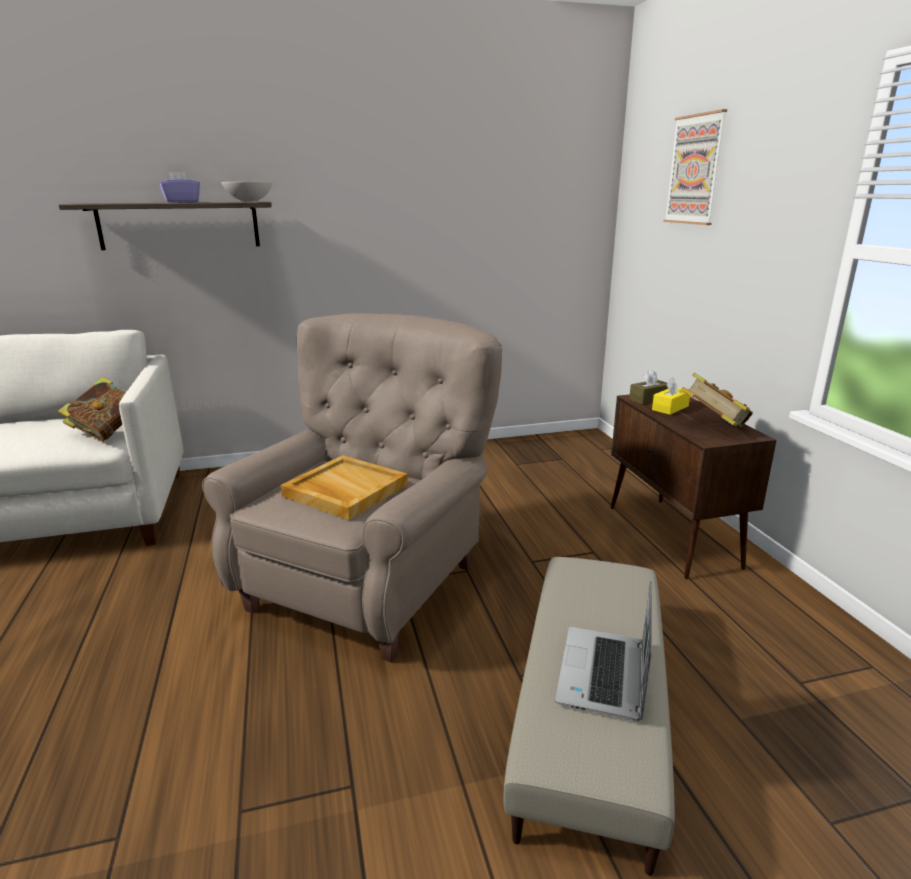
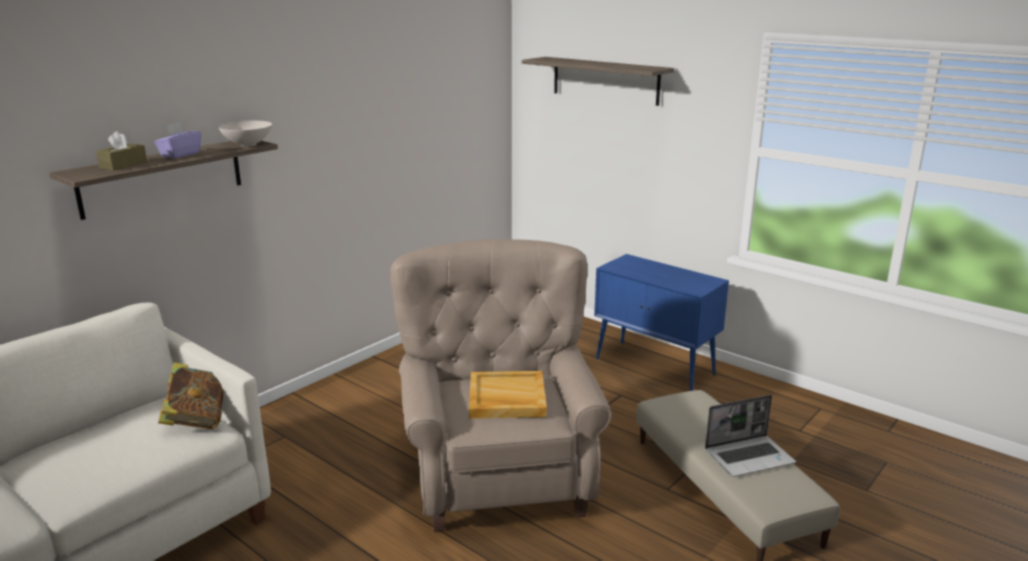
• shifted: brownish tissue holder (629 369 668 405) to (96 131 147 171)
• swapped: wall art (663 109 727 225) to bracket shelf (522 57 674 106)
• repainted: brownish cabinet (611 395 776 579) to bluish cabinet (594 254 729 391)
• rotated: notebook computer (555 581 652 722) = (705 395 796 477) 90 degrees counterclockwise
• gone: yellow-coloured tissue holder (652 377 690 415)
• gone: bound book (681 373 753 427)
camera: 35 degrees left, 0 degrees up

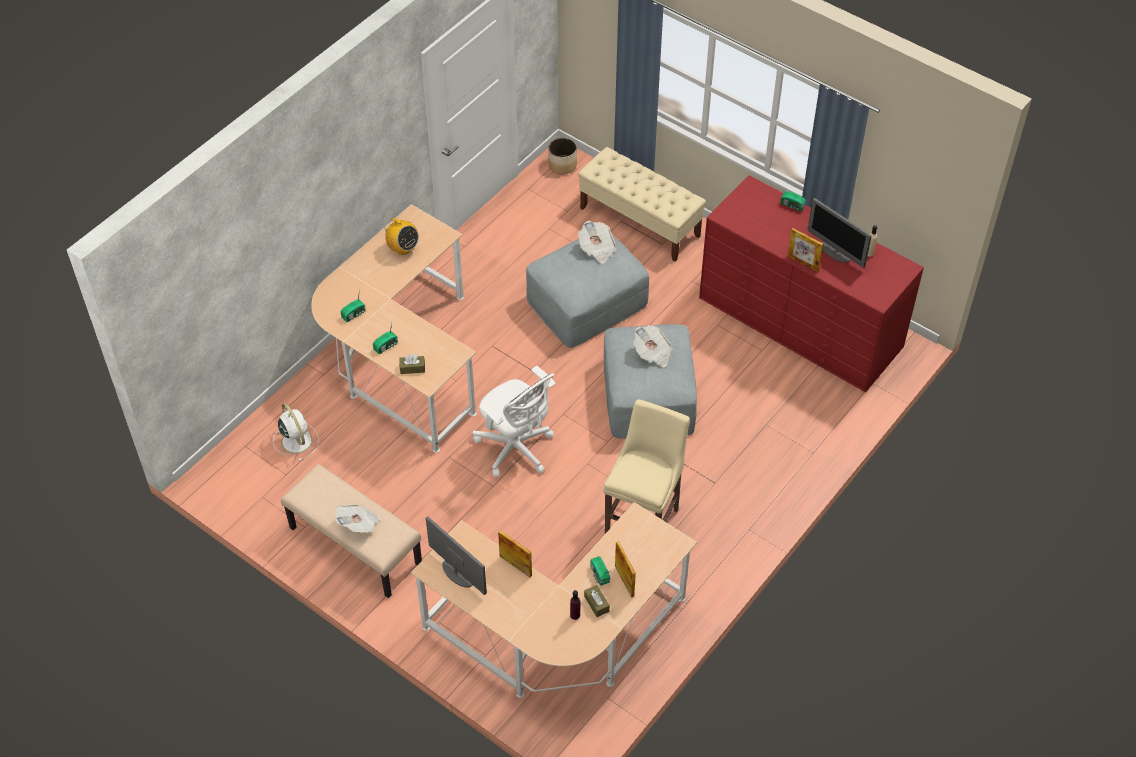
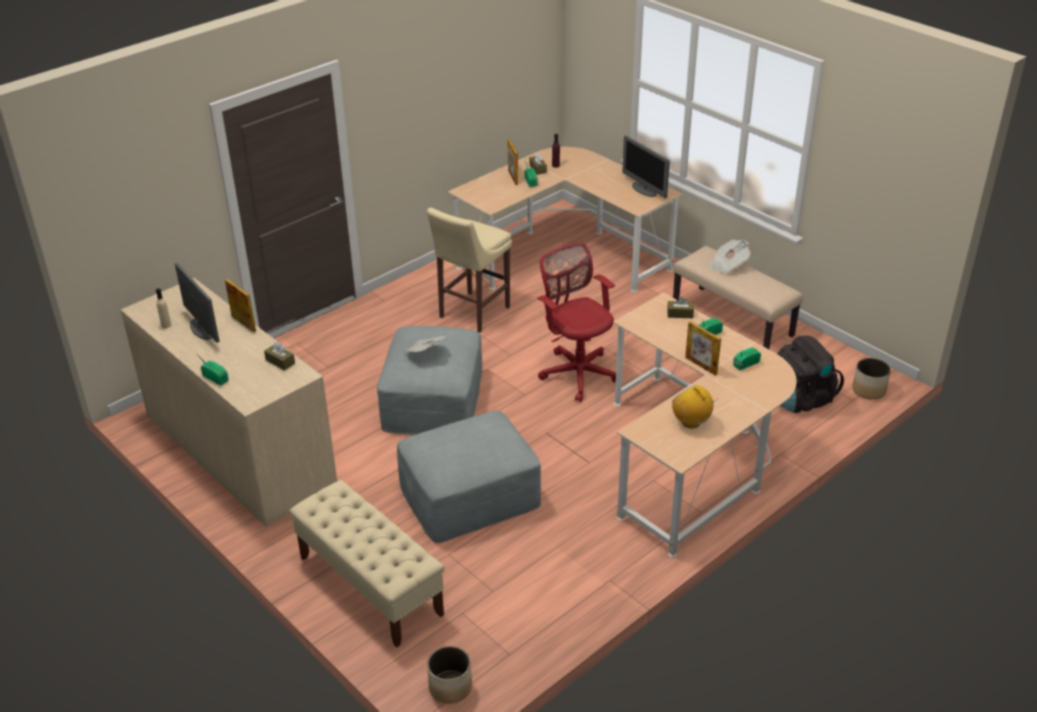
• repainted: reddish drawer chest (699 175 924 392) to sand-coloured drawer chest (121 278 337 527)
• new: brownish tissue holder (264 342 295 370)
• repainted: whitish computer chair (473 366 555 477) to reddish computer chair (537 243 616 402)
• shifted: standing frame (498 531 532 577) to (685 321 721 375)
• swapped: whitish cooling fan (273 403 319 461) to black knapsack (777 335 844 413)
• new: flower pot (852 358 891 400)
• gone: newspaper (578 221 617 264)
camera: 170 degrees left, 15 degrees down

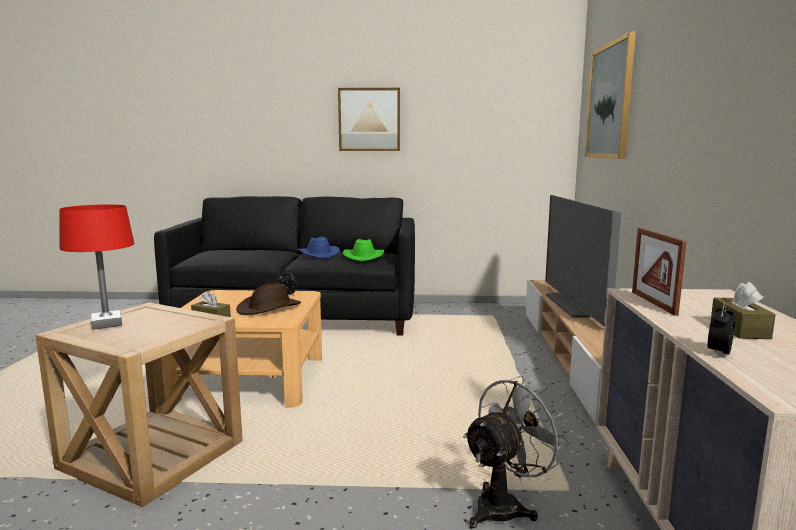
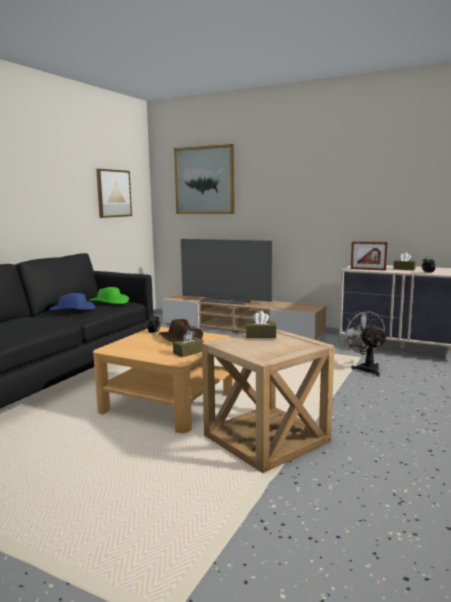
• shifted: wall art (338 88 400 151) to (96 169 132 218)
• new: brownish tissue holder (246 311 277 338)
• gone: reddish table lamp (60 204 134 330)
camera: 65 degrees left, 0 degrees up

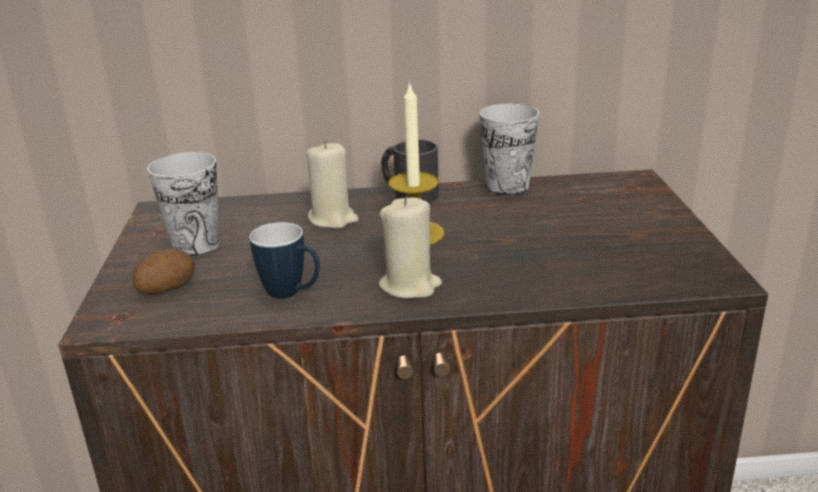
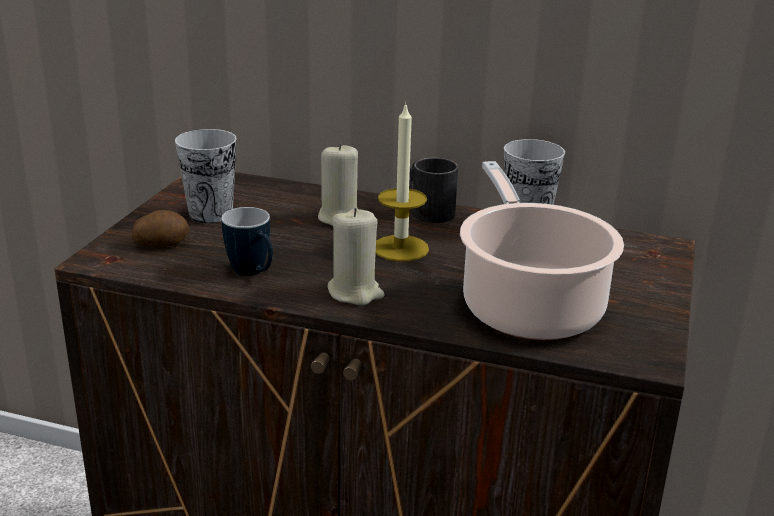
• new: stockpot (460 161 624 340)
camera: 20 degrees right, 0 degrees up

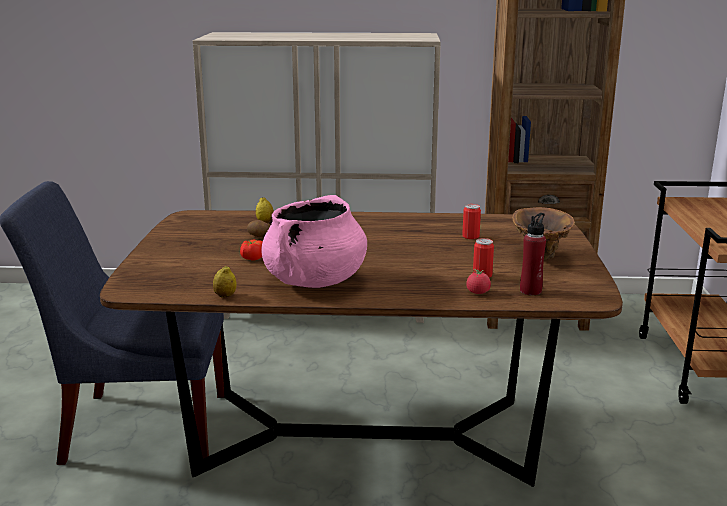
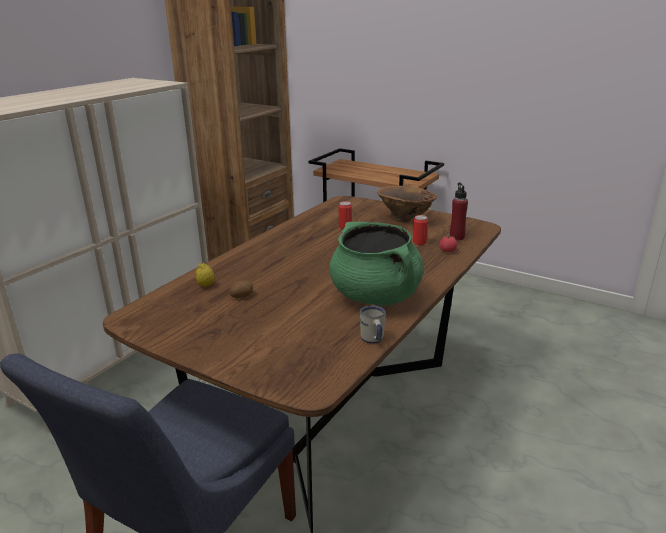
• repainted: pink-coloured stockpot (261 195 367 288) to green stockpot (329 222 424 306)
• swapped: whole lemon (213 266 237 297) to whitish mug (360 305 385 344)
• gone: tomato (240 239 263 261)
camera: 60 degrees left, 5 degrees up

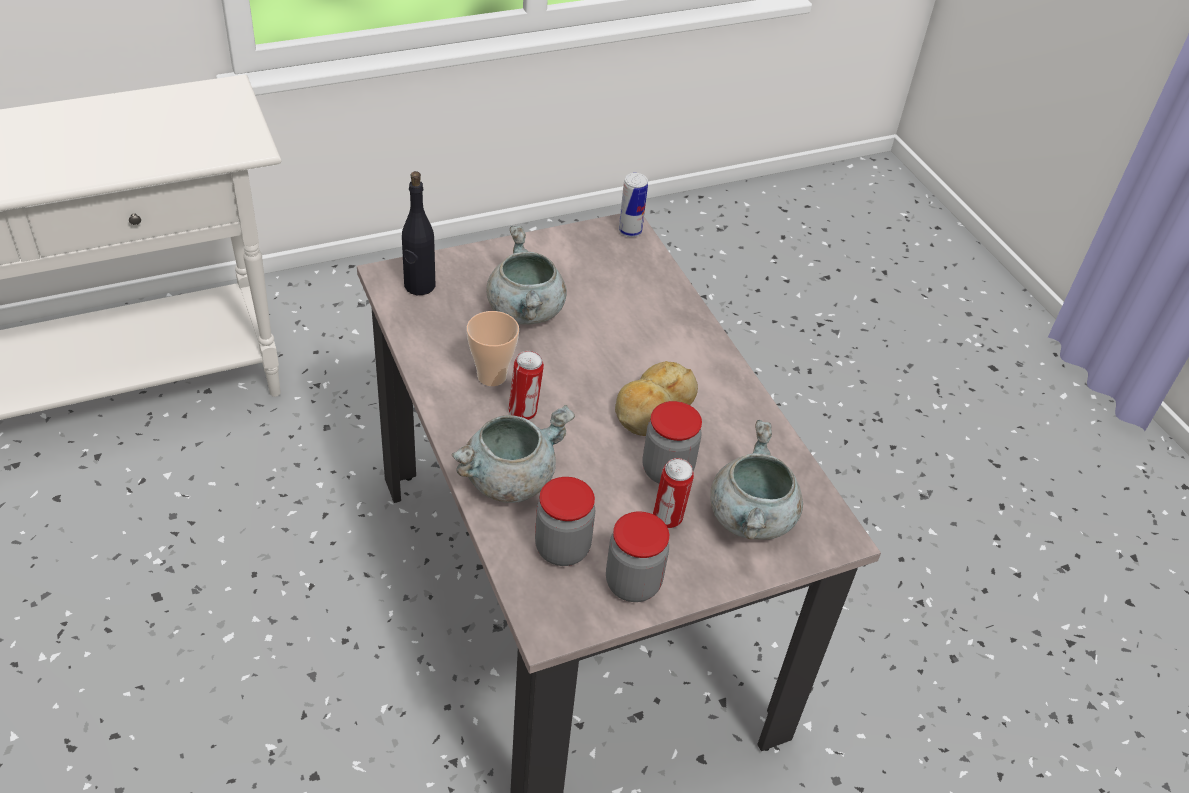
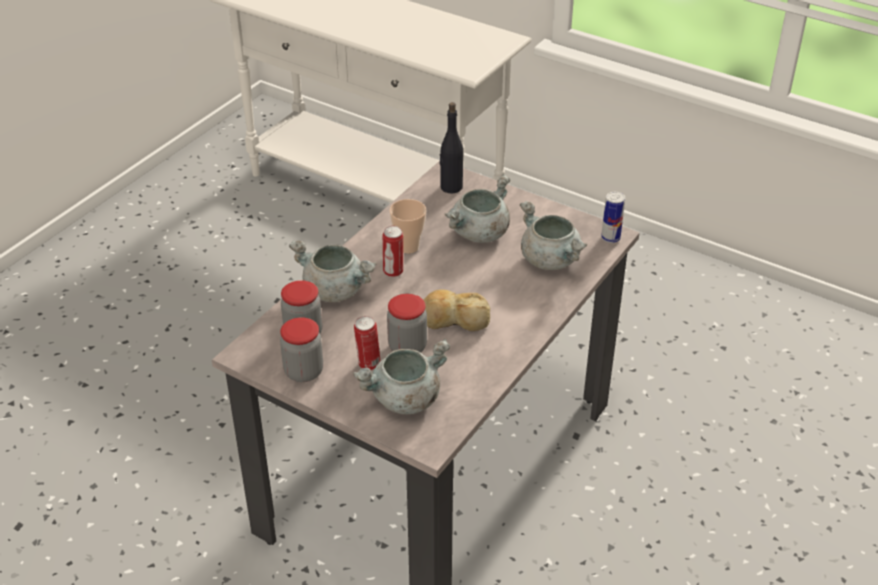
• new: gray stockpot (520 201 587 270)
camera: 60 degrees right, 5 degrees down

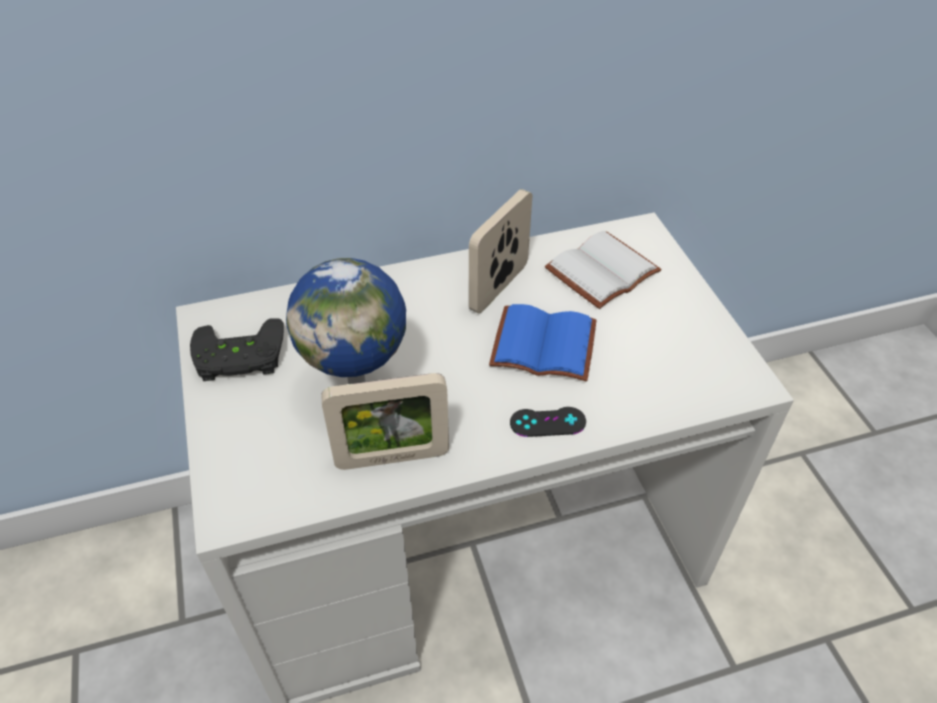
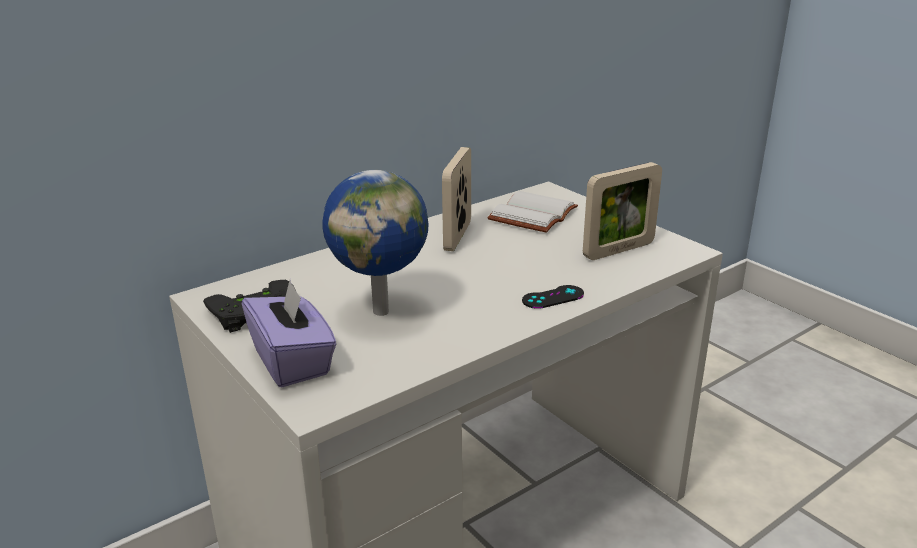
• new: purple-coloured tissue holder (242 280 337 388)
• shifted: standing frame (321 373 449 470) to (583 162 662 260)
• gone: bluish bound book (489 304 597 381)
camera: 20 degrees left, 20 degrees down

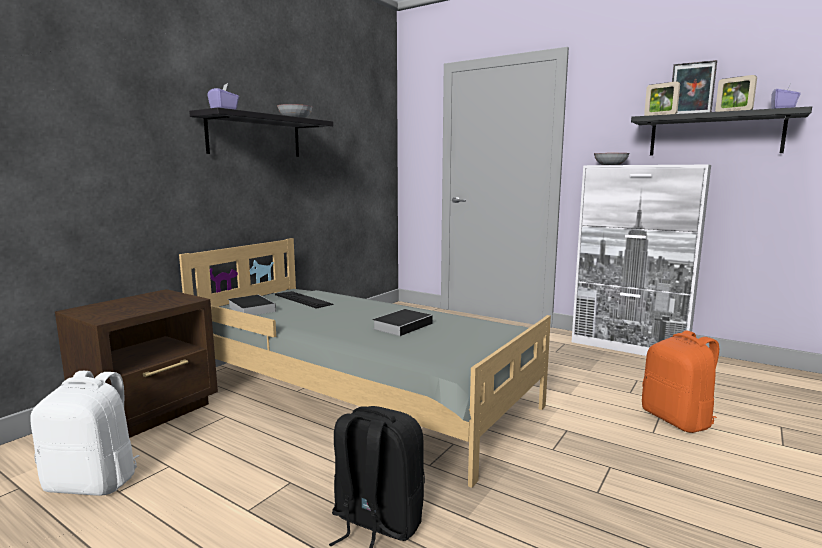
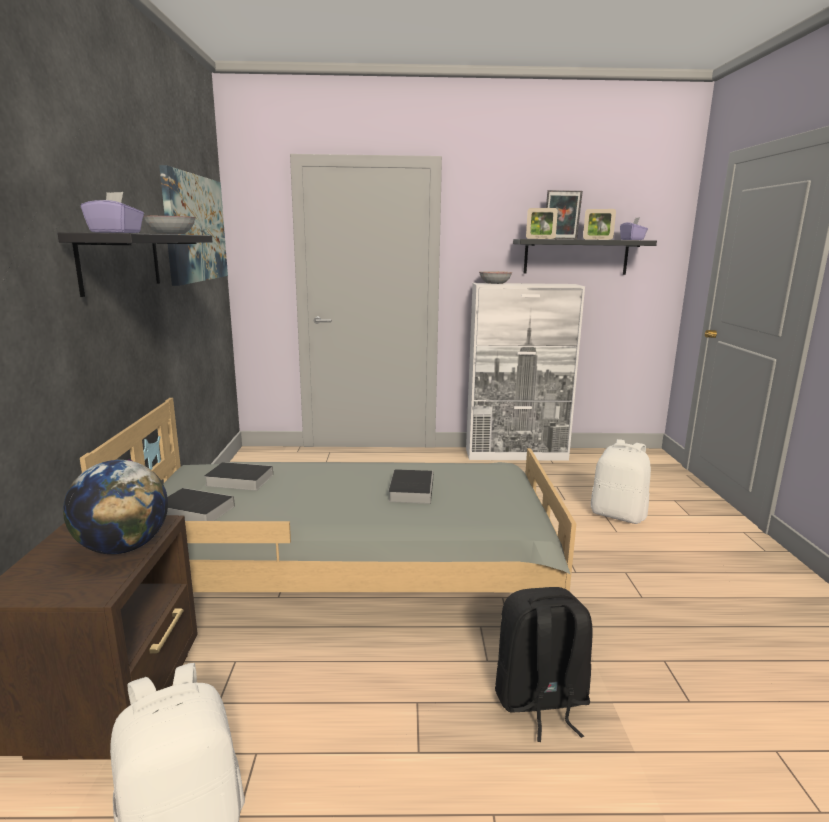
• new: desk globe (63 460 168 554)
• new: wall art (159 165 228 286)
• swapped: computer keyboard (275 291 334 309) to bound book (204 462 273 491)
• repainted: orange-coloured knapsack (642 330 719 433) to whitish knapsack (591 439 651 524)
camera: 35 degrees left, 5 degrees up

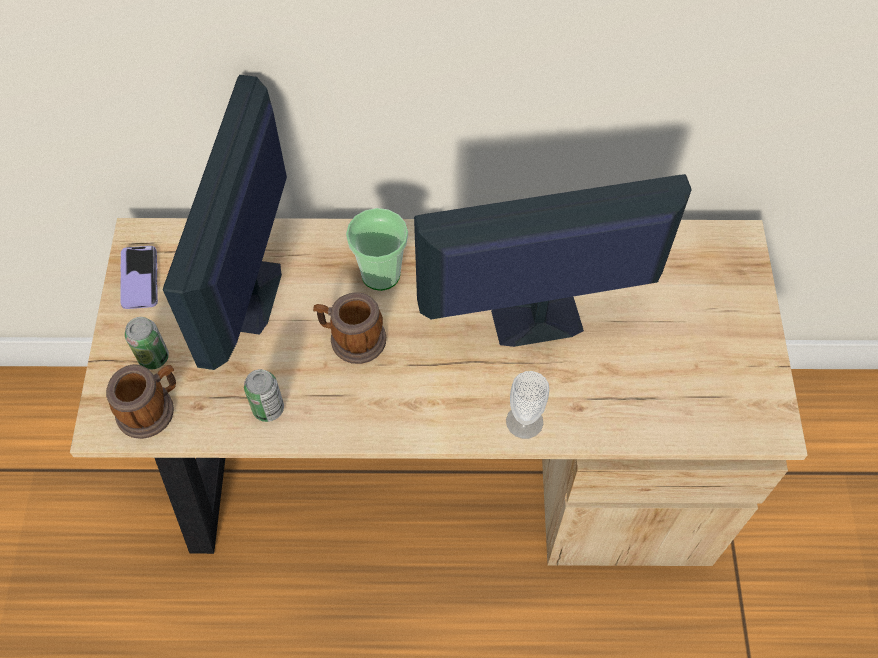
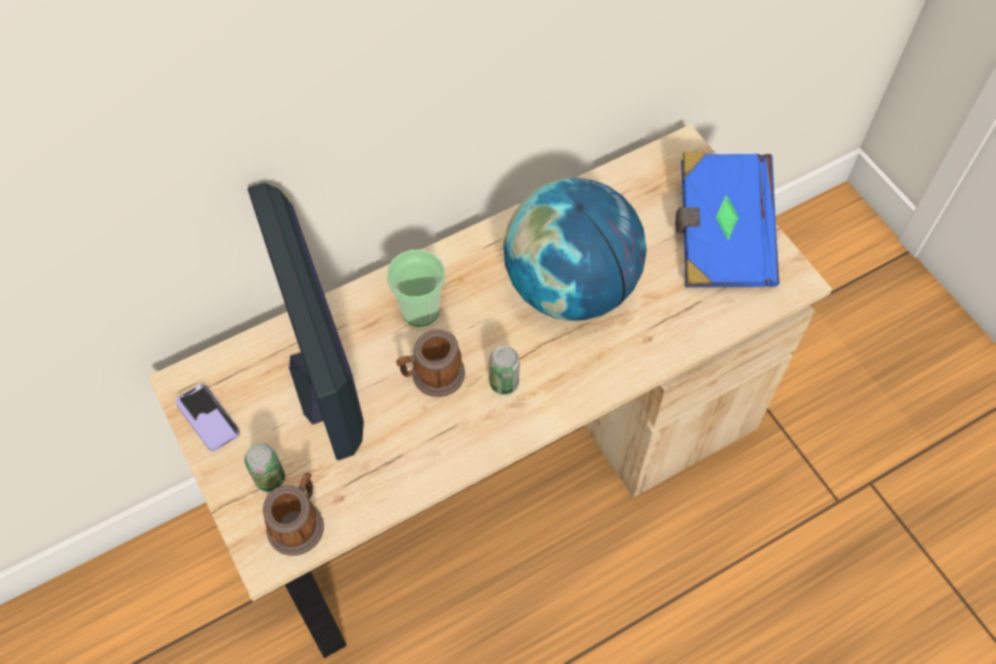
• shifted: metal can (244 369 284 422) to (489 346 520 395)
• swapped: computer screen (414 174 692 347) to desk globe (503 178 647 321)
• new: bluish bound book (675 152 779 287)
• gone: small cup (506 371 549 439)
camera: 30 degrees left, 0 degrees up

